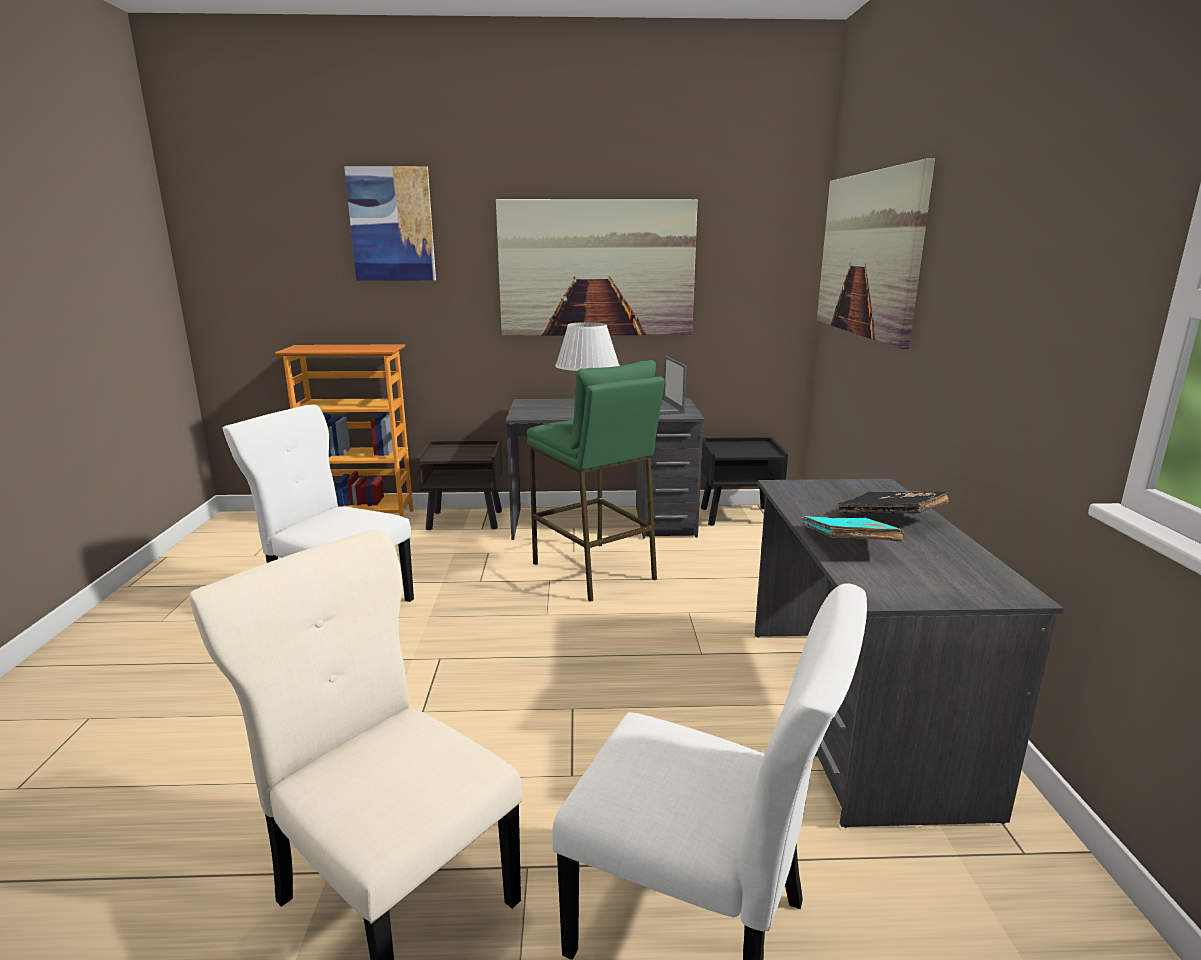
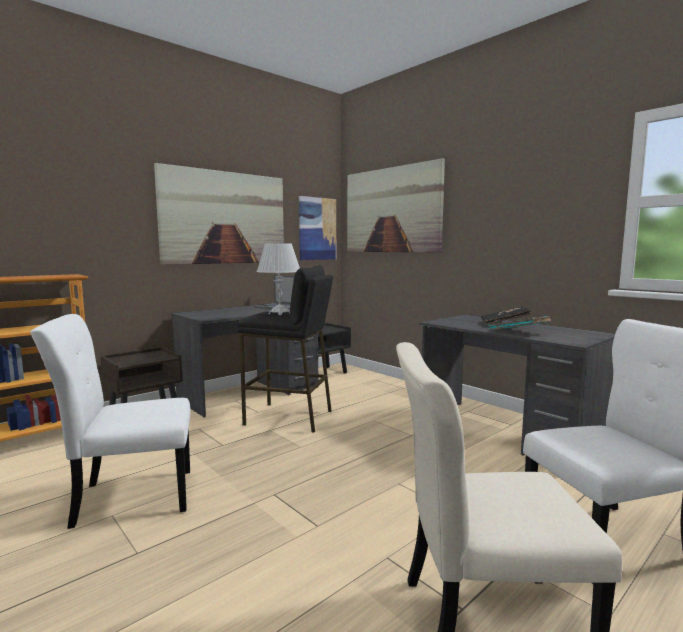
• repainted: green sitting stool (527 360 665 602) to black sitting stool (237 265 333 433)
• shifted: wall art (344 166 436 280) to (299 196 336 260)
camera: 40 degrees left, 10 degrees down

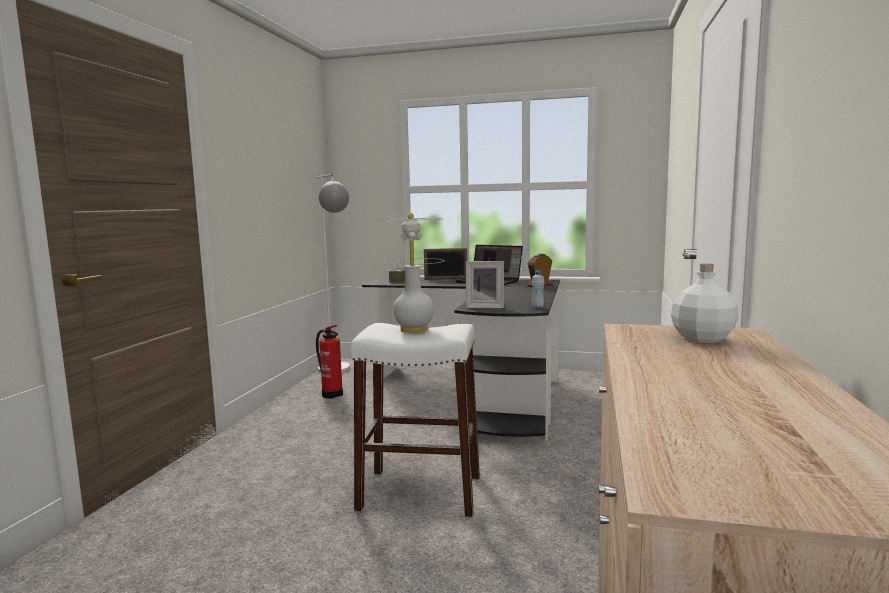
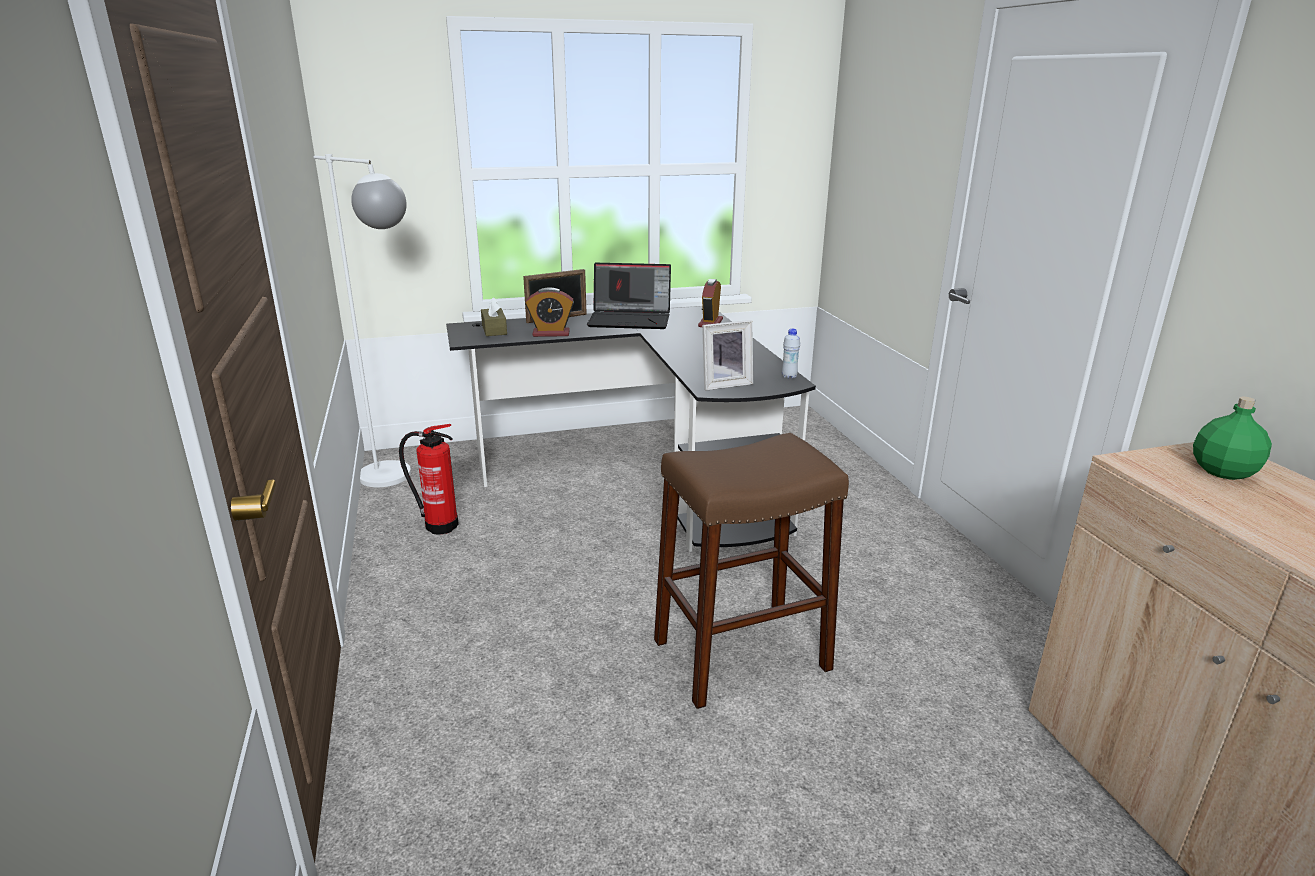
• new: bedside clock (525 287 574 337)
• repainted: whitish sitting stool (351 323 480 517) to brownish sitting stool (654 433 849 709)
• repainted: whitish drink bottle (671 263 738 343) to green drink bottle (1193 397 1272 480)
• gone: whitish table lamp (379 213 443 333)
camera: 30 degrees left, 15 degrees up

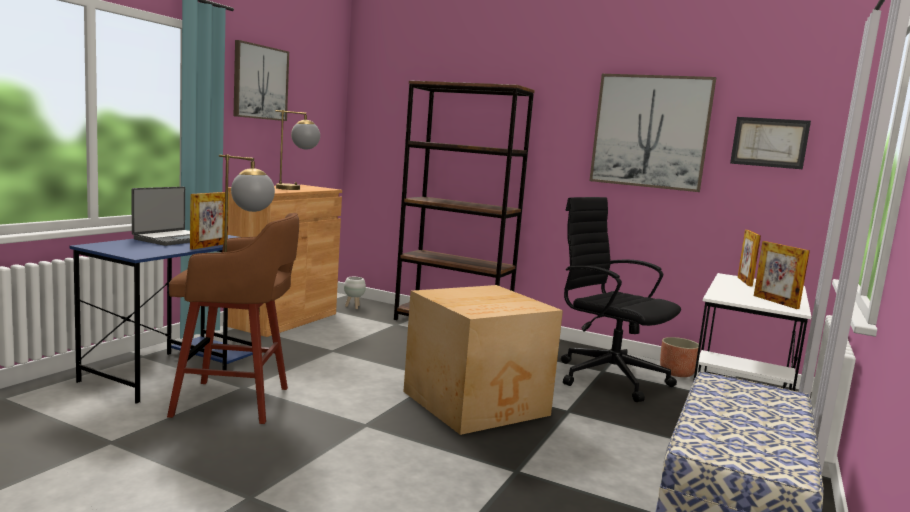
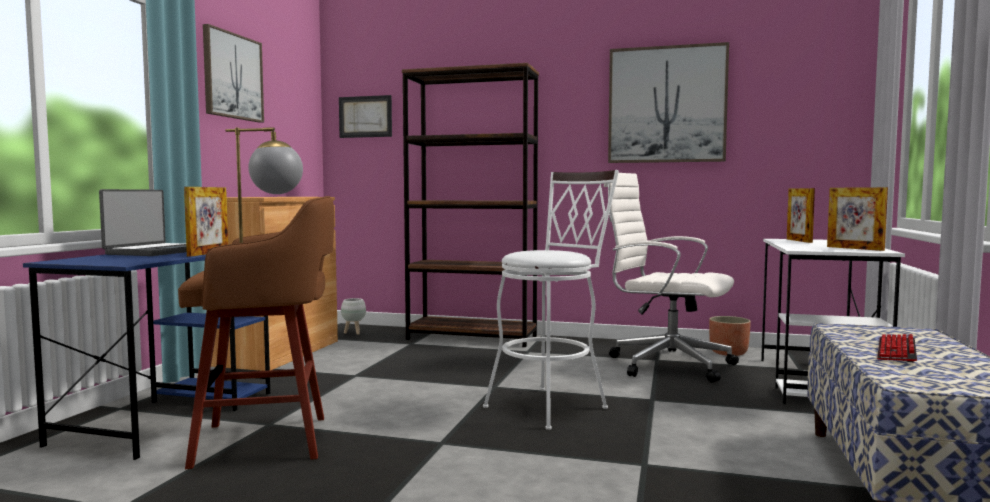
• shifted: wall art (730 117 811 169) to (339 95 392 138)
• swapped: carton (404 285 563 435) to whitish sitting stool (483 170 619 430)
• repainted: black computer chair (561 197 681 402) to whitish computer chair (604 173 739 383)
• new: computer keyboard (877 334 917 362)
• gone: table lamp (275 110 320 190)
camera: 10 degrees left, 5 degrees down

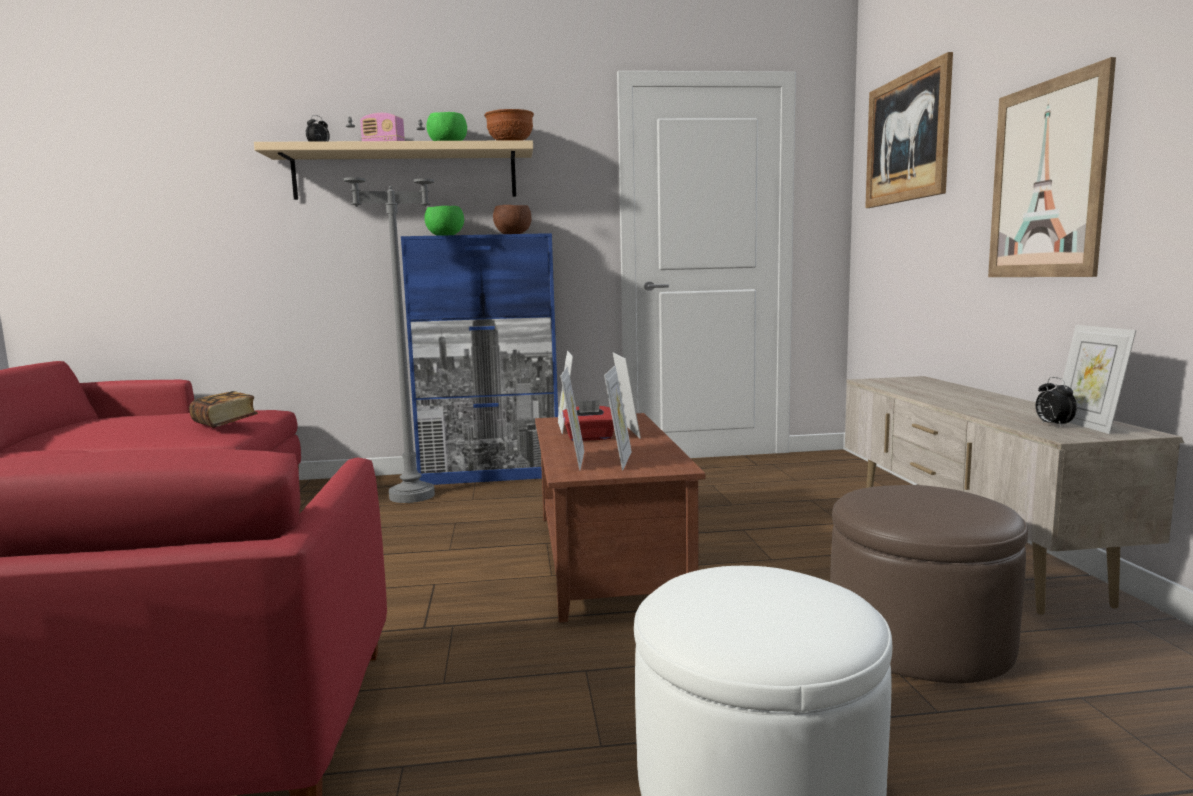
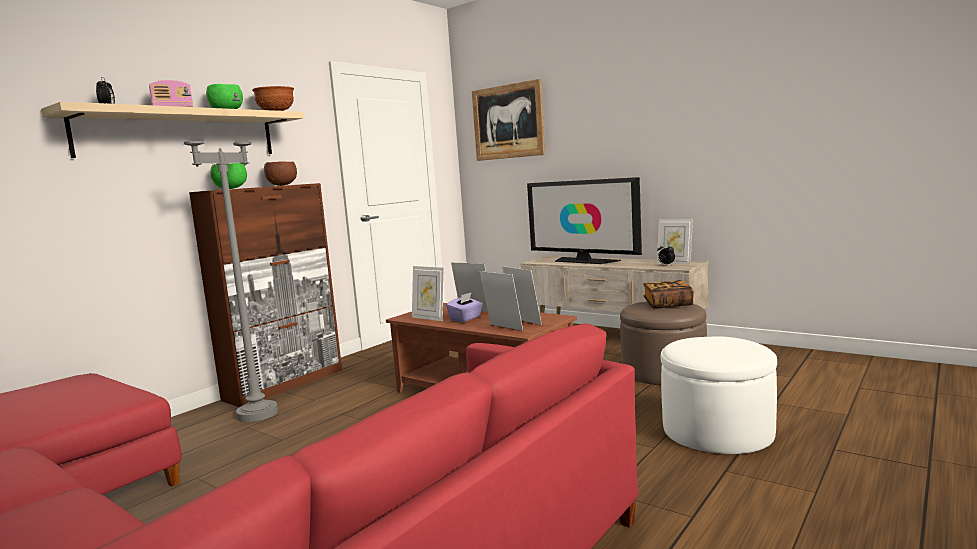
• repainted: bluish cabinet (401 233 558 485) to brownish cabinet (189 183 342 407)
• repainted: reddish tissue holder (562 400 614 441) to purple-coloured tissue holder (446 292 483 322)
• new: television (527 177 642 264)
• shifted: bound book (189 391 258 428) to (643 280 694 309)
• gone: wall art (988 57 1116 277)
camera: 45 degrees left, 0 degrees up

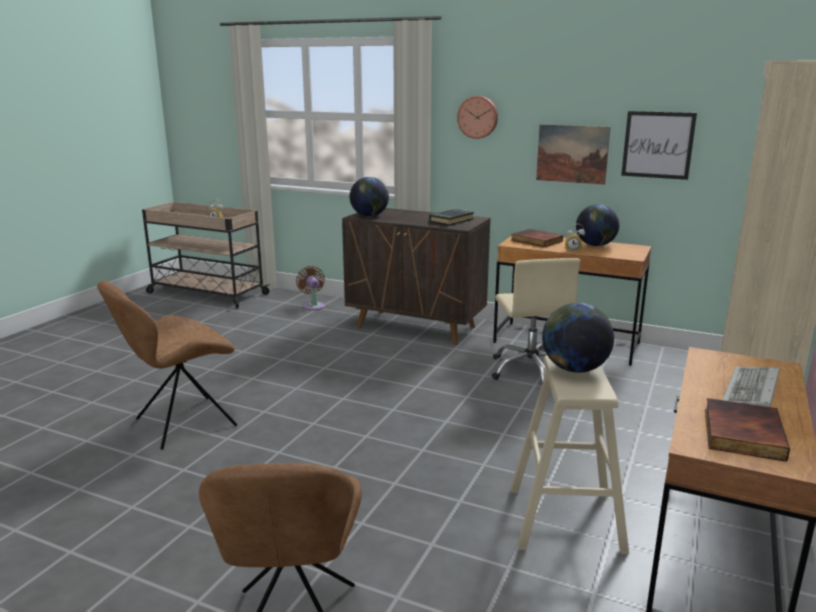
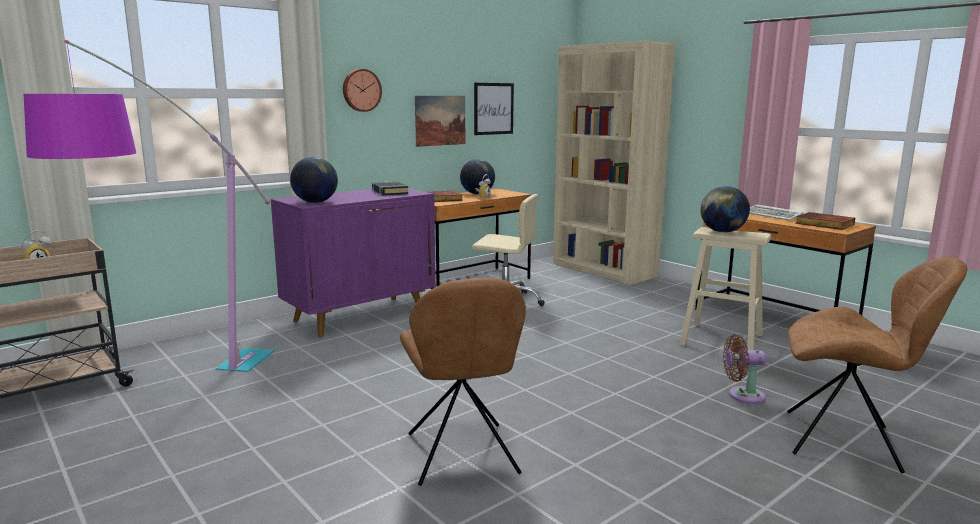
• new: standing lamp (24 40 275 372)
• repainted: brownish cabinet (342 208 491 345) to purple-coloured cabinet (271 188 436 338)
• shifted: brownish cooling fan (296 266 325 311) to (723 334 767 404)
camera: 65 degrees left, 5 degrees down

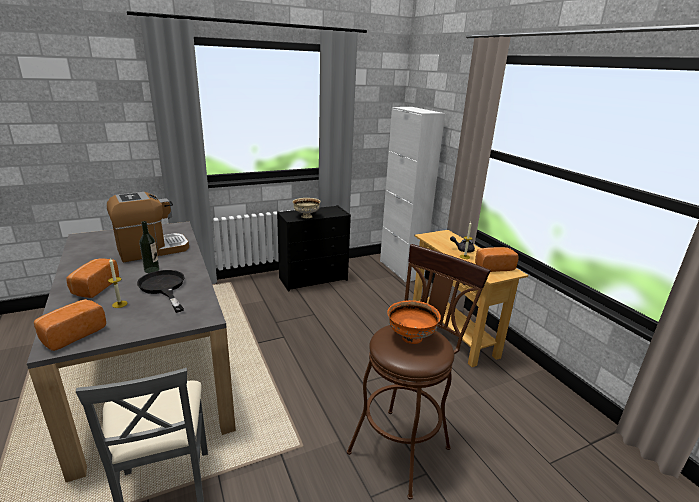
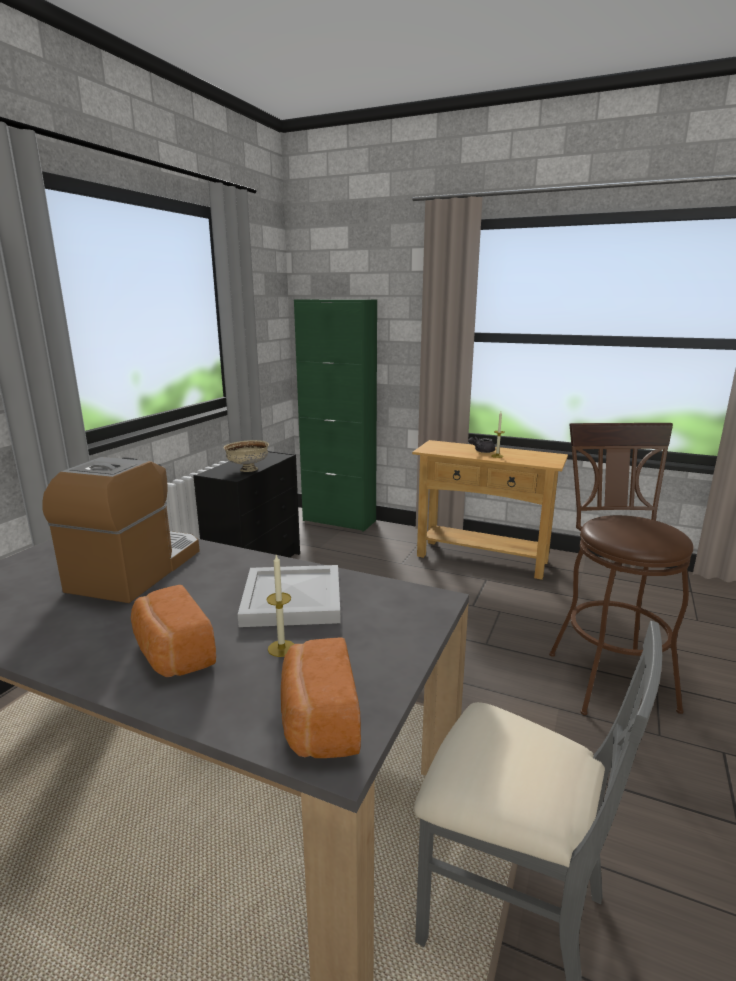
• swapped: black skillet (137 270 185 313) to whitish tray (238 565 341 627)
• repainted: whitish cabinet (380 107 445 282) to green cabinet (294 299 377 532)
• gone: drink bottle (139 221 159 273)
• gone: orange-coloured serving bowl (387 300 441 344)
• gone: baked bread (475 247 519 272)
camera: 40 degrees left, 5 degrees down

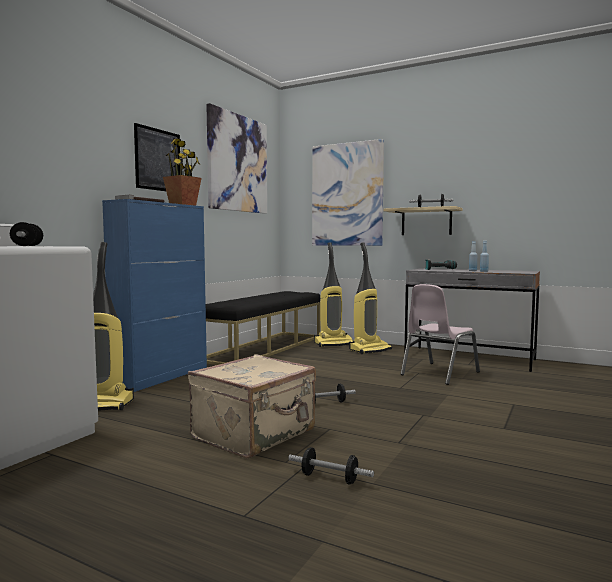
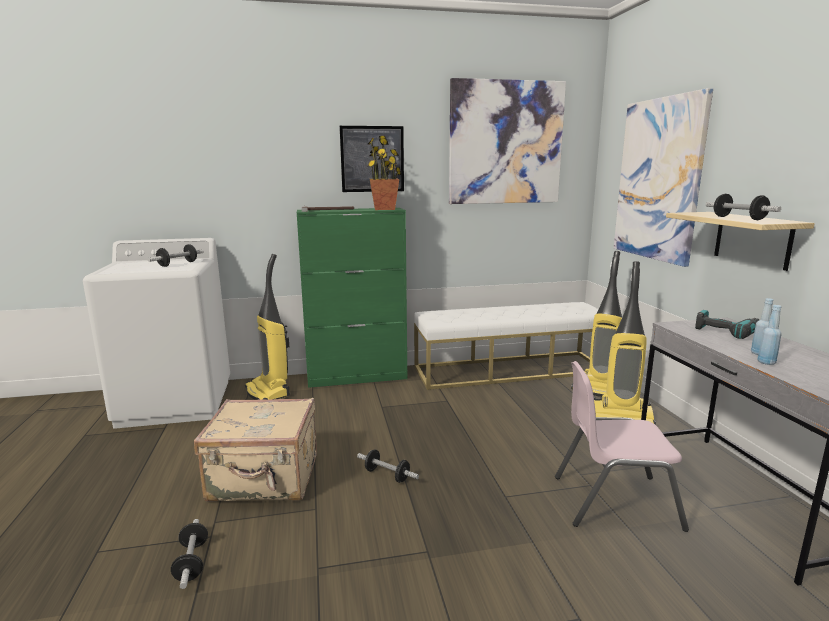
• repainted: bluish cabinet (102 199 207 392) to green cabinet (297 208 407 388)
• repainted: black long seat (206 291 320 365) to whitish long seat (414 302 598 390)
camera: 50 degrees right, 10 degrees up

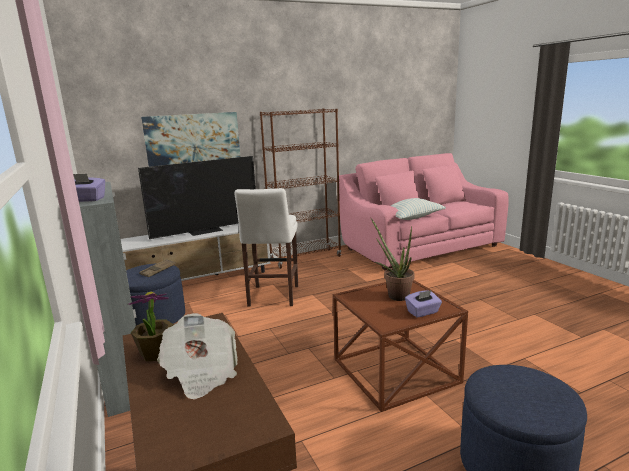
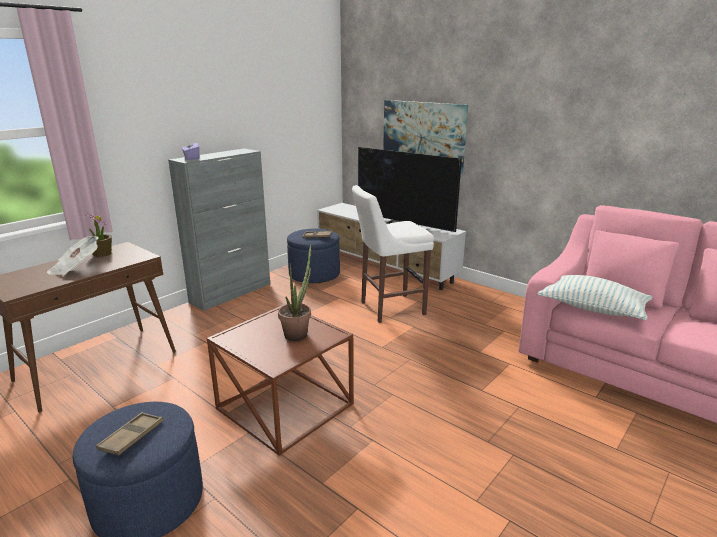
• new: brownish tray (96 412 163 456)
• gone: brownish shelving unit (260 108 341 269)
• gone: purple-coloured tissue holder (405 290 442 318)
camera: 65 degrees right, 5 degrees up

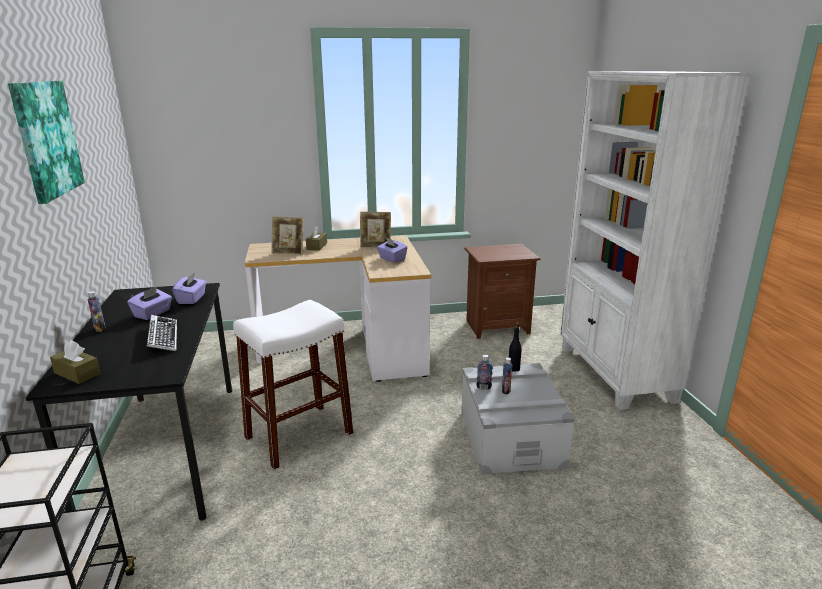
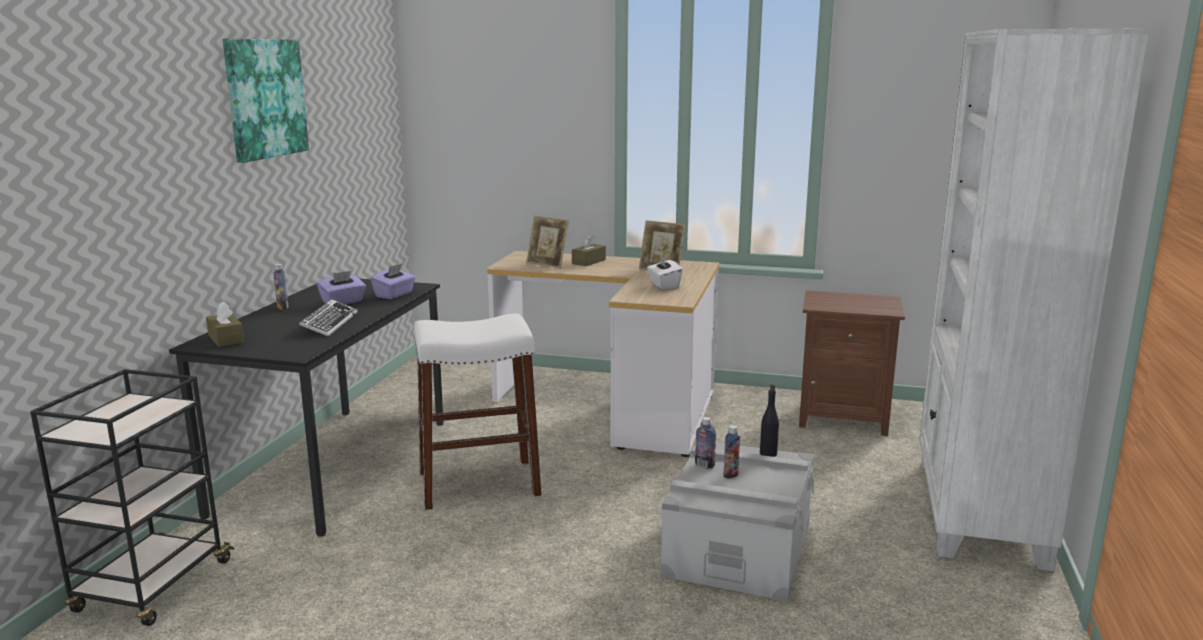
• repainted: purple-coloured tissue holder (377 237 407 263) to whitish tissue holder (647 255 682 289)
camera: 25 degrees right, 5 degrees down

